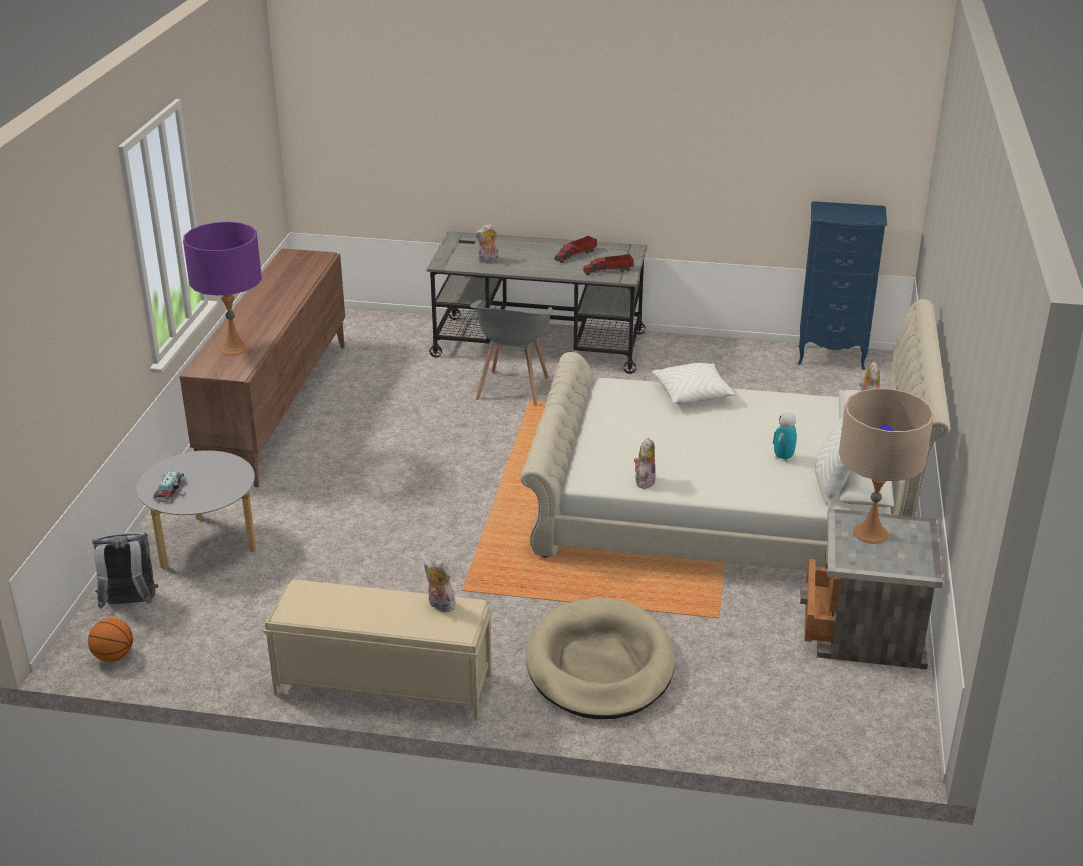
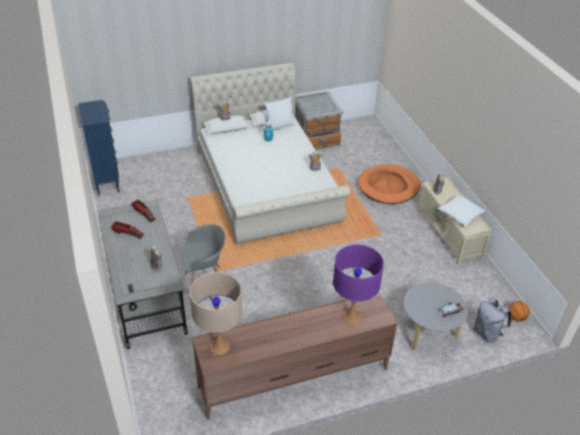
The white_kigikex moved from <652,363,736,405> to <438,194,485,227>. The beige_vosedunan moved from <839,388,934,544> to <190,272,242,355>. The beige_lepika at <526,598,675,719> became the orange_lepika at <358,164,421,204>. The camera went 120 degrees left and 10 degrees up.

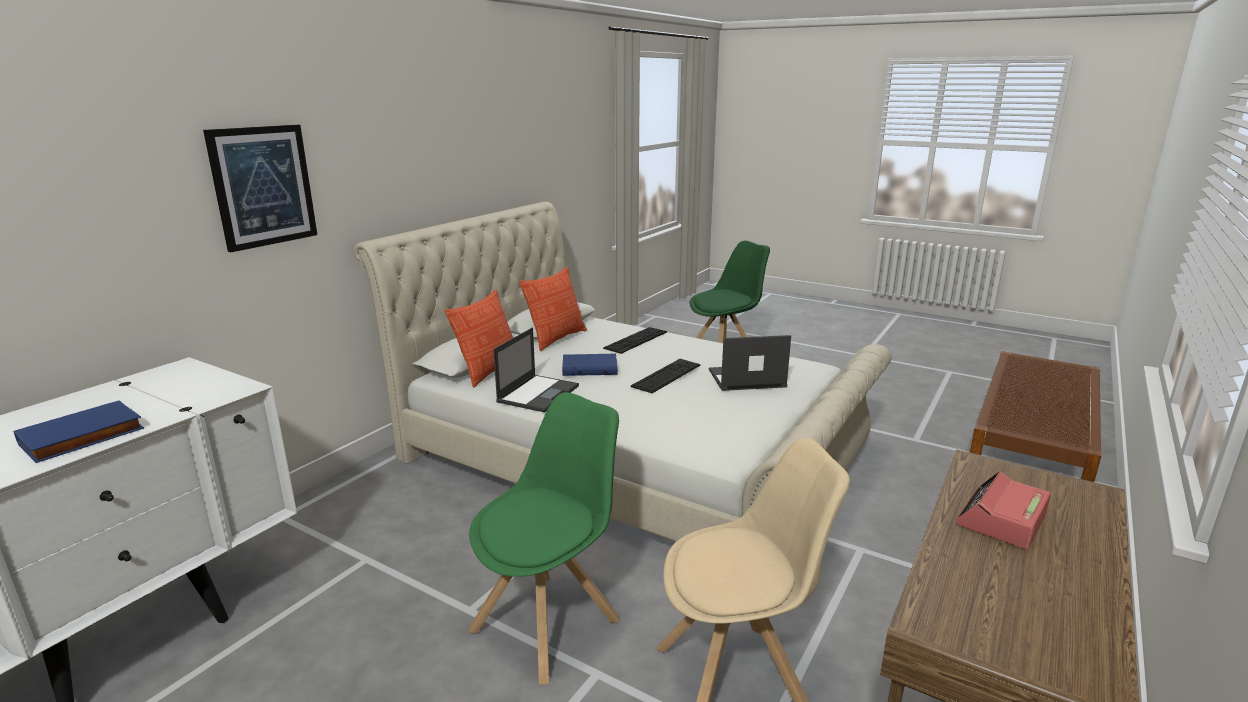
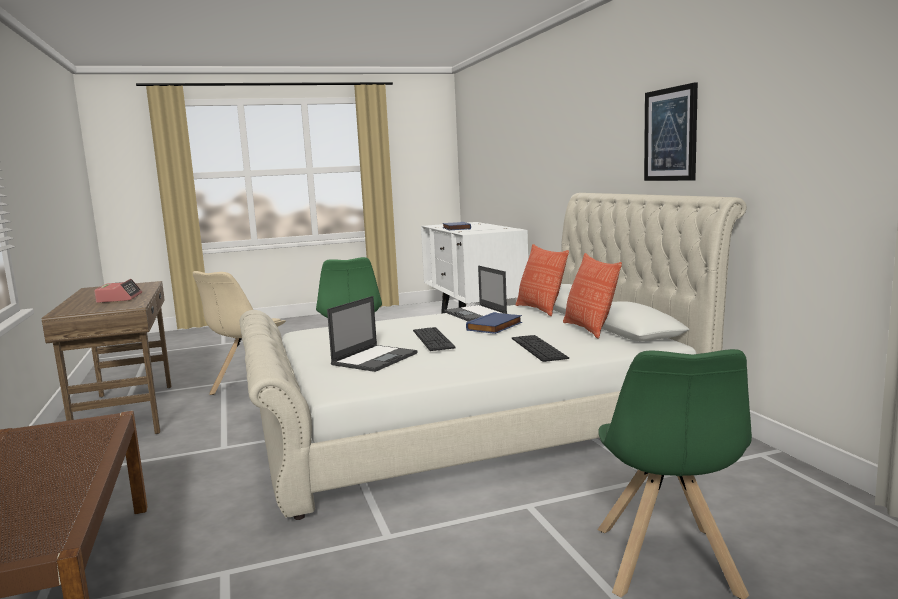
The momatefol moved from <203,125,317,252> to <644,83,698,181>. The camera went 130 degrees right and 10 degrees down.

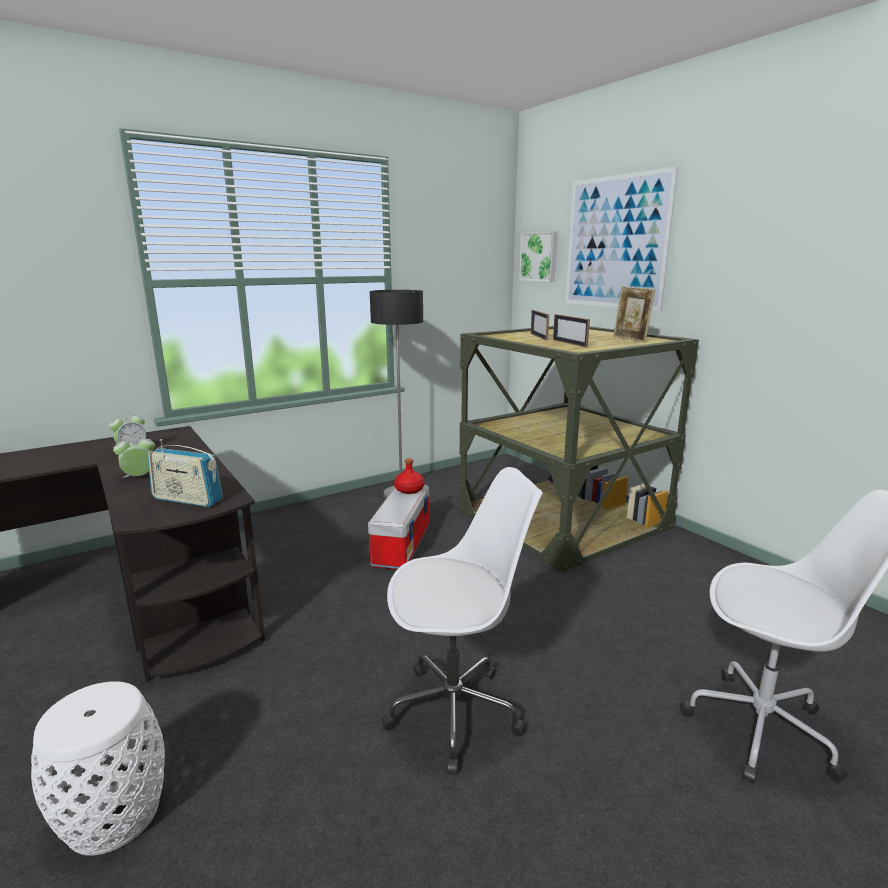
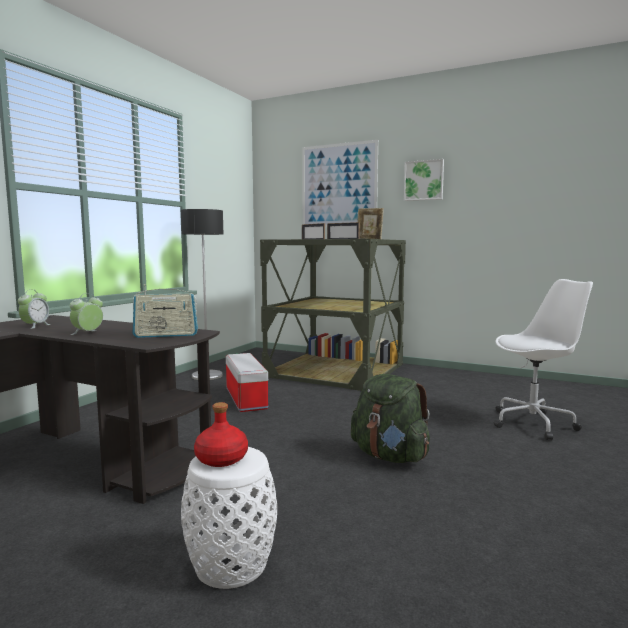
The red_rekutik moved from <394,458,424,494> to <194,402,248,467>. The momatefol moved from <519,231,558,282> to <404,159,444,201>. The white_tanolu at <381,467,543,774> was replaced by the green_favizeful at <351,374,430,463>. The camera went 30 degrees left and 10 degrees down.

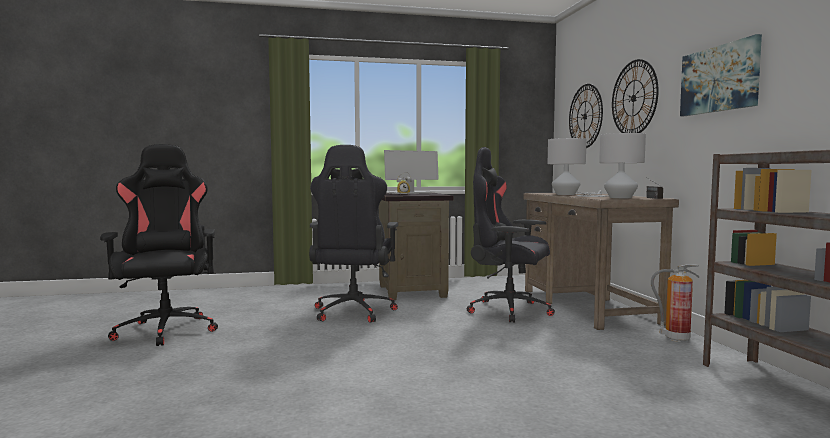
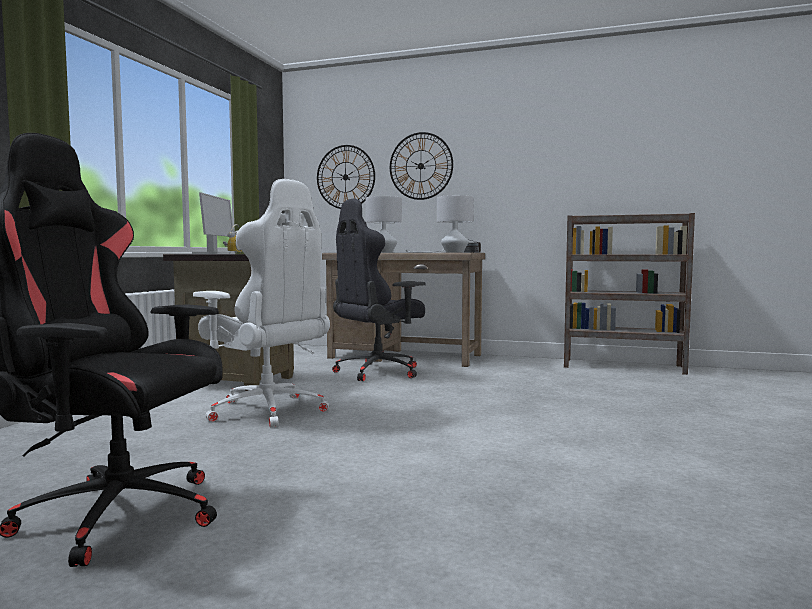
The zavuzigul at <651,264,699,342> disappeared. The momatefol at <680,34,762,116> disappeared. The black_tanolu at <309,145,398,323> became the white_tanolu at <193,179,330,428>. The camera went 60 degrees left and 0 degrees up.

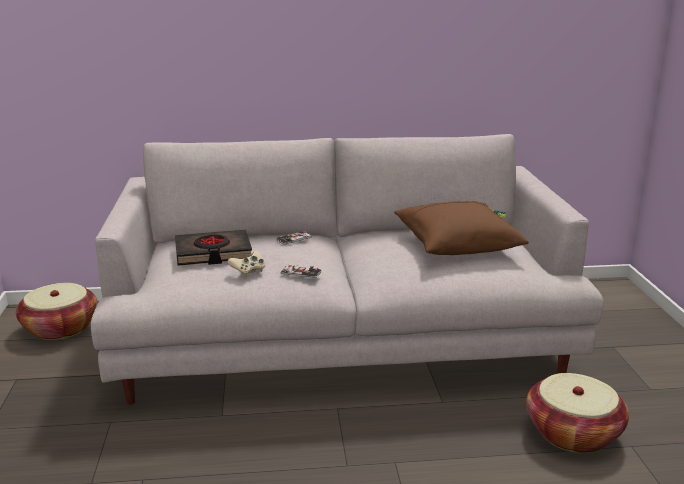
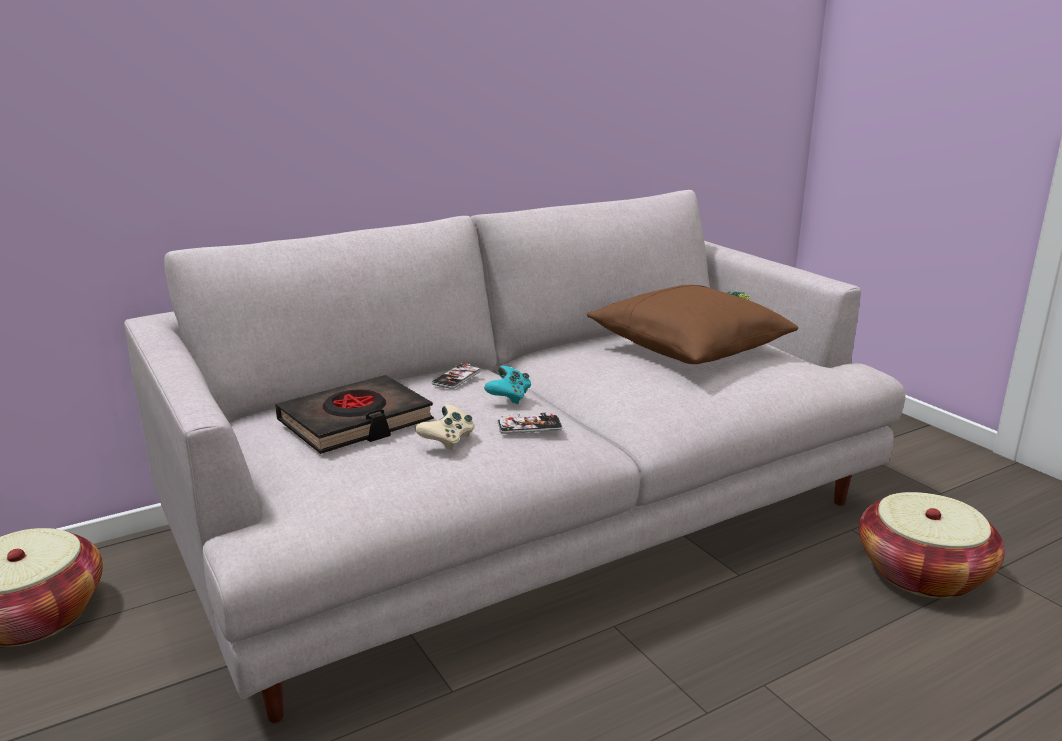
The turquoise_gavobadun at <484,366,531,404> appeared. The camera went 25 degrees left and 0 degrees up.

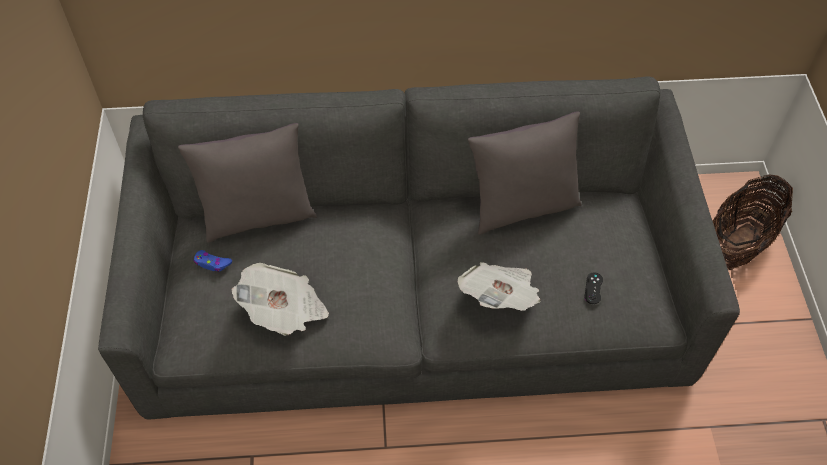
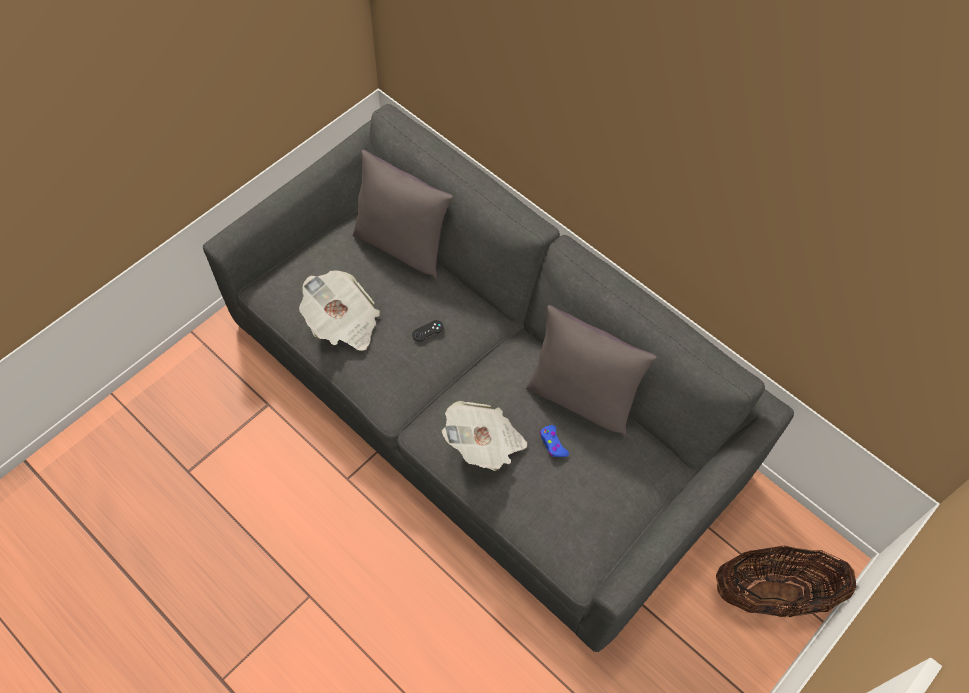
The blue_gavobadun moved from <194,250,232,272> to <540,425,569,457>. The black_gavobadun moved from <585,272,603,304> to <412,320,443,342>. The camera went 45 degrees right and 5 degrees up.

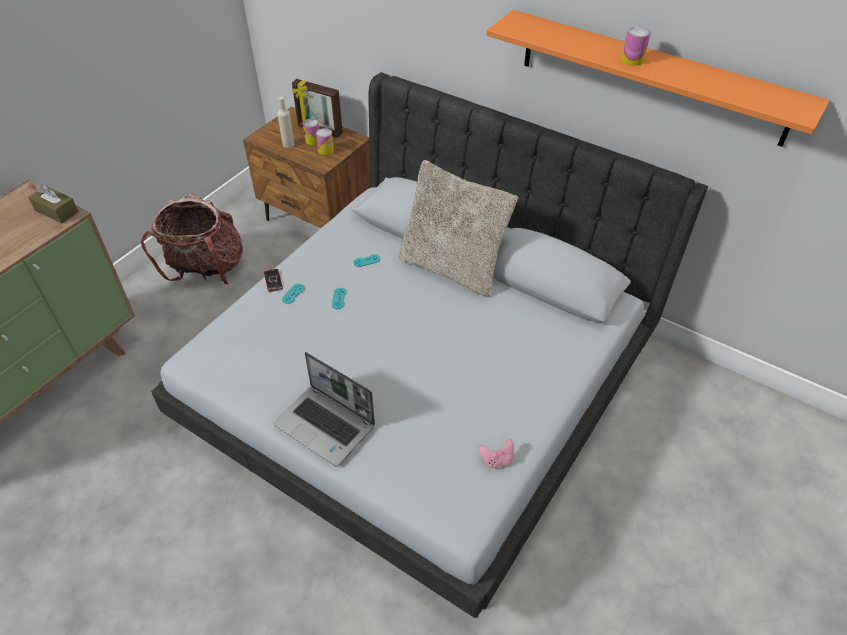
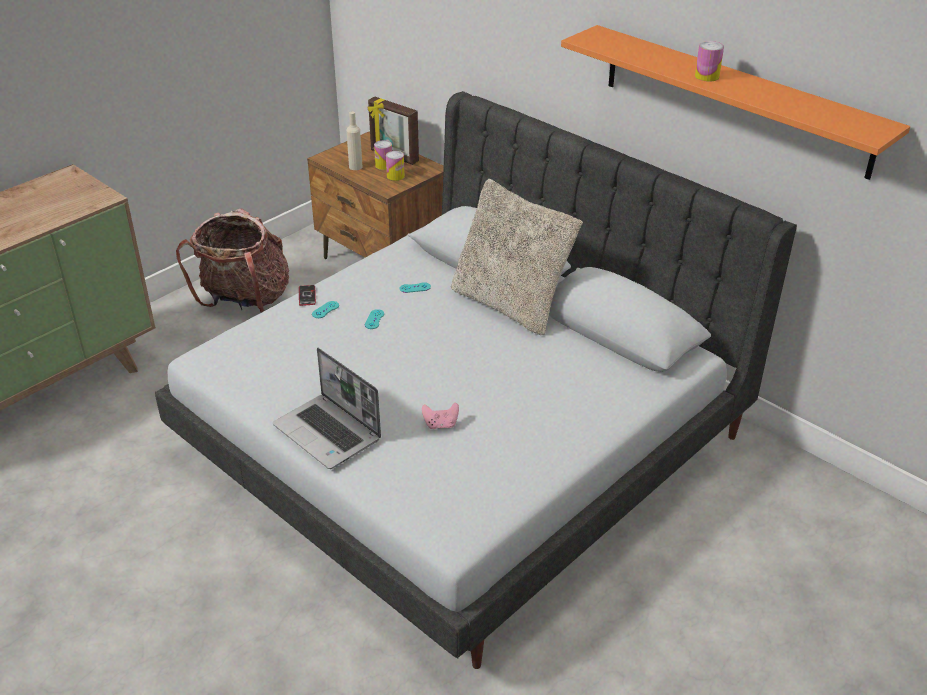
The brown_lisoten at <28,184,79,223> disappeared. The pink_gavobadun moved from <479,438,514,468> to <422,403,459,429>. The camera went 10 degrees right and 10 degrees down.

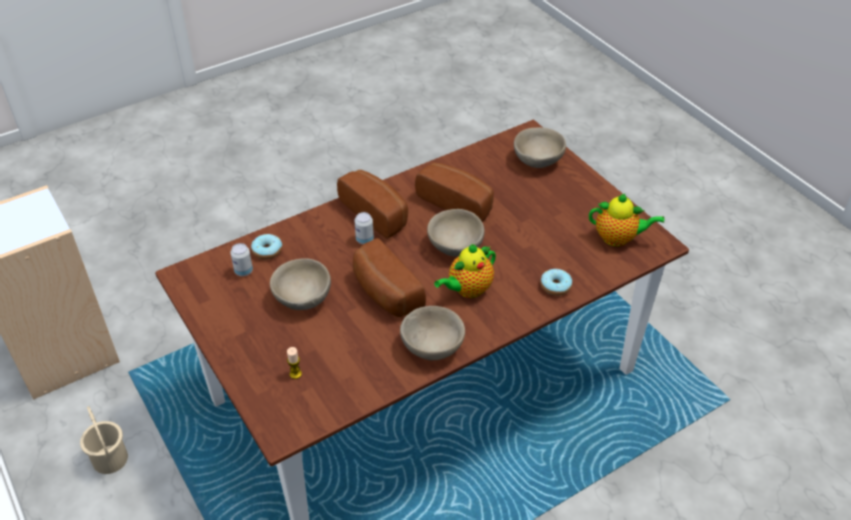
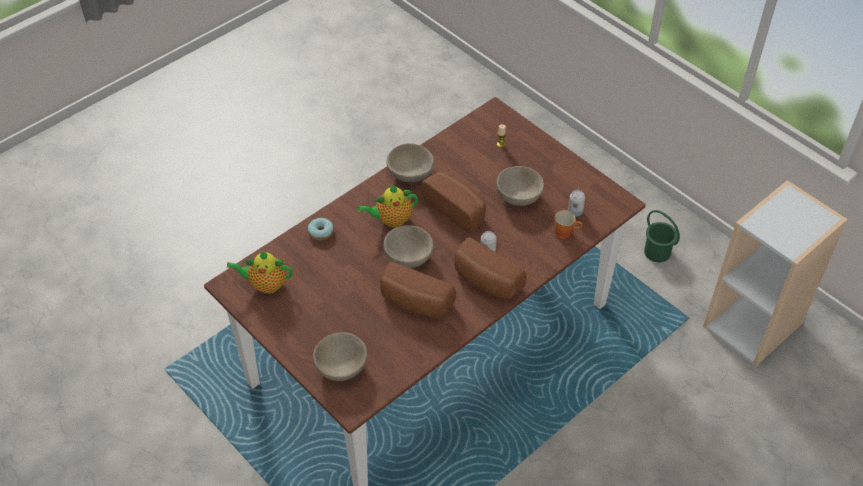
The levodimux at <251,234,282,260> was replaced by the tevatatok at <555,210,582,239>. The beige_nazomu at <80,406,128,474> became the green_nazomu at <644,210,680,262>. The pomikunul at <434,244,496,298> turned 150 degrees counterclockwise. The camera went 170 degrees right and 5 degrees up.

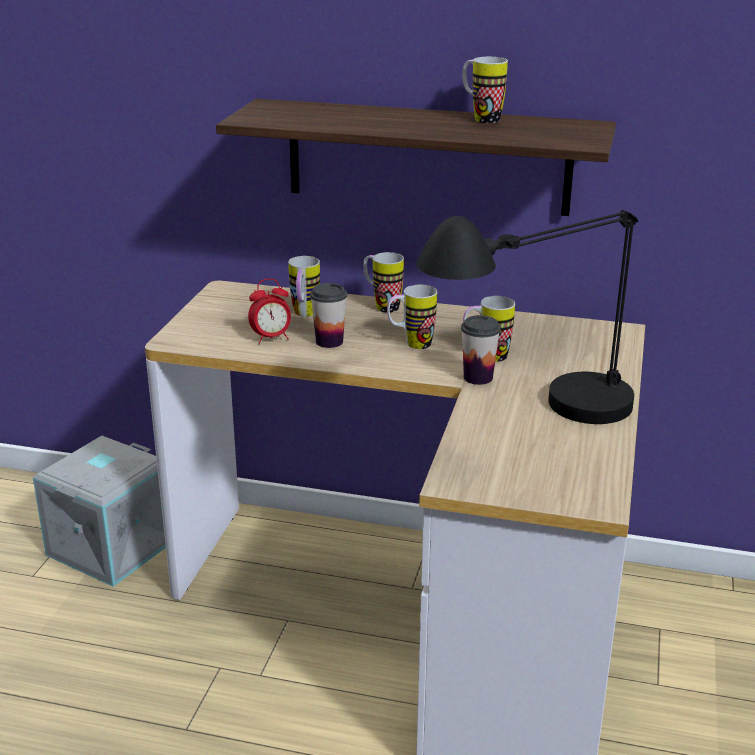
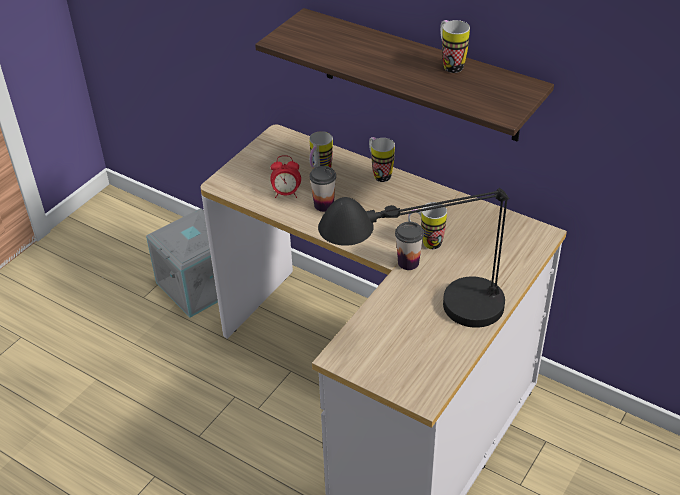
The tevatatok at <387,285,437,349> disappeared. The camera went 20 degrees right and 15 degrees up.

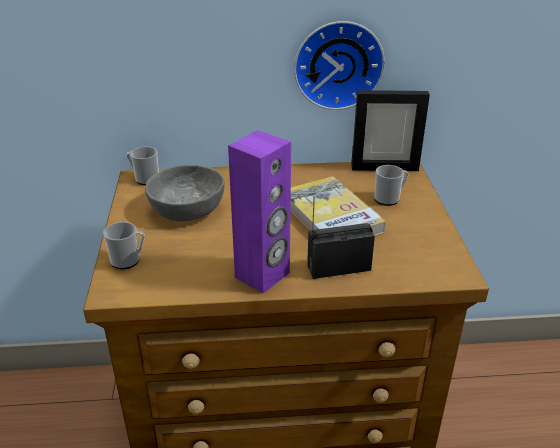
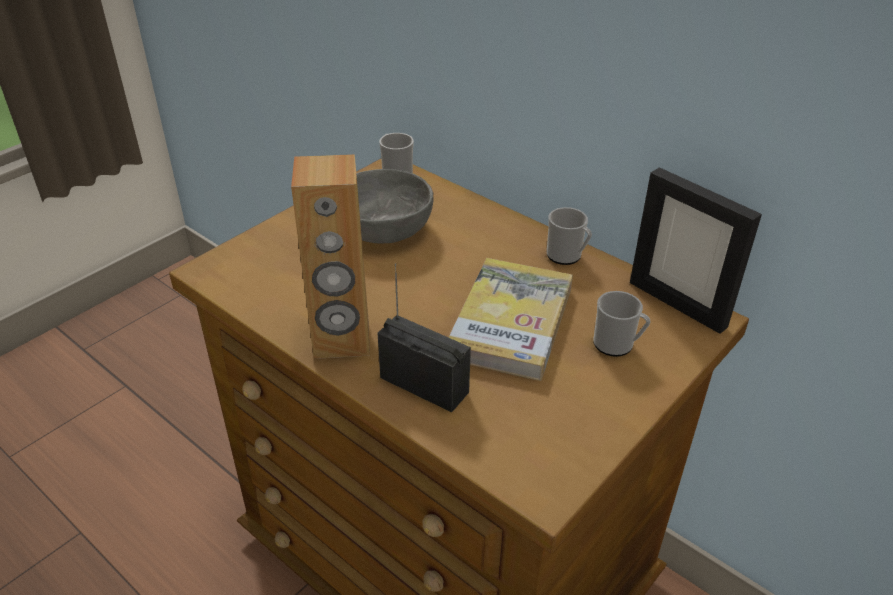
The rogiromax at <294,21,385,110> disappeared. The tevatatok moved from <103,222,145,269> to <547,207,592,265>. The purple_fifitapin at <228,130,291,293> became the brown_fifitapin at <291,154,370,359>. The camera went 45 degrees right and 5 degrees up.

